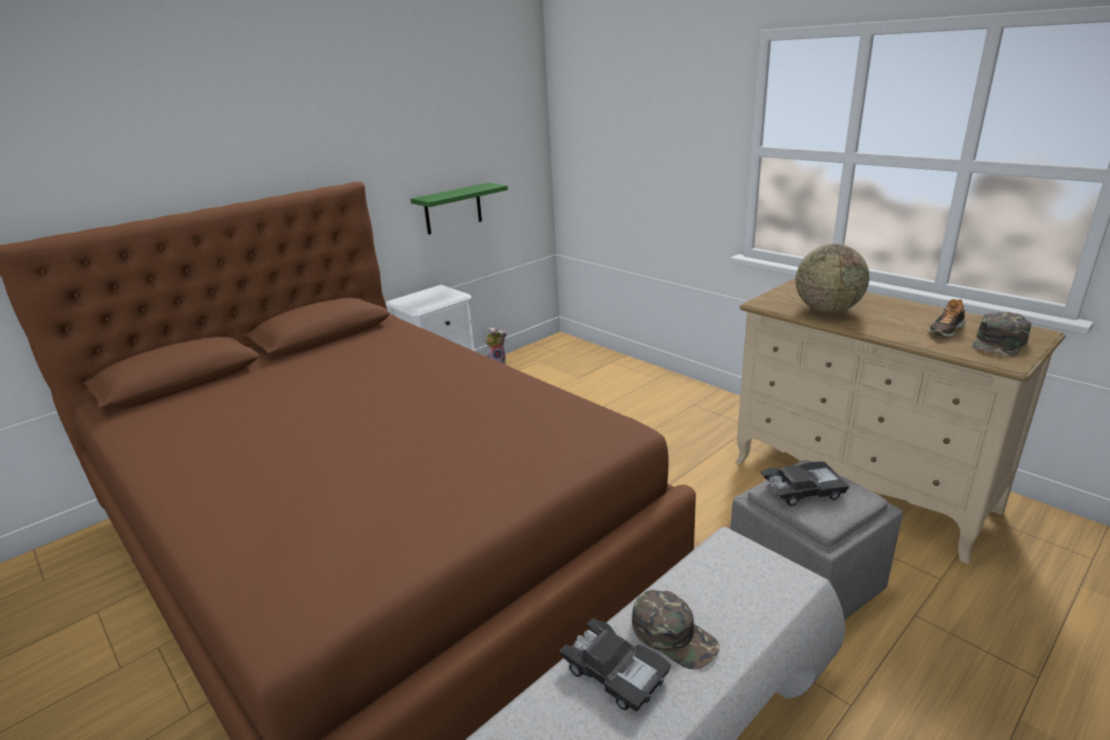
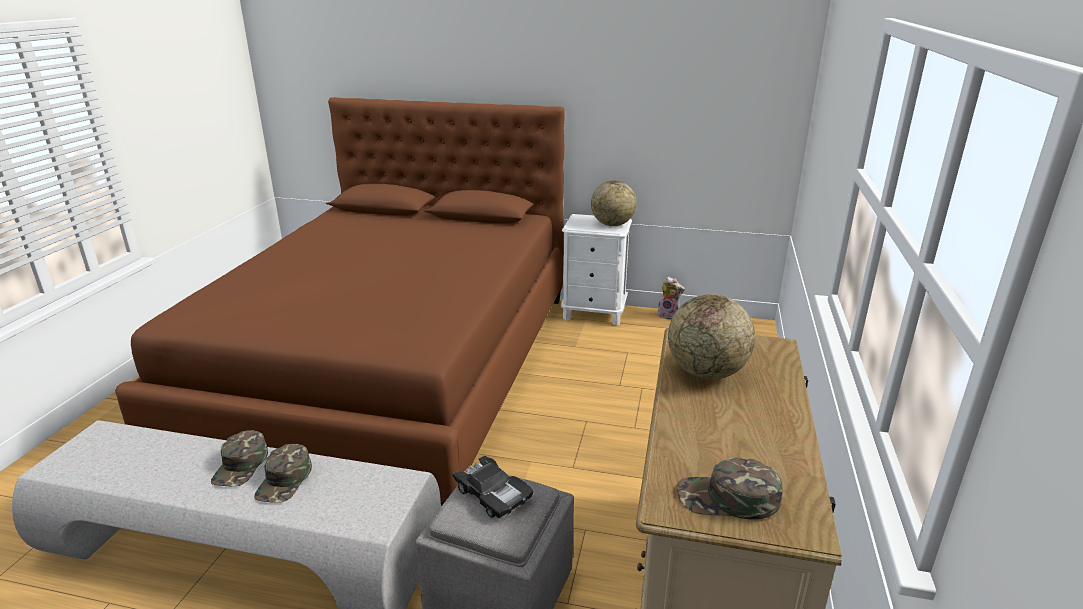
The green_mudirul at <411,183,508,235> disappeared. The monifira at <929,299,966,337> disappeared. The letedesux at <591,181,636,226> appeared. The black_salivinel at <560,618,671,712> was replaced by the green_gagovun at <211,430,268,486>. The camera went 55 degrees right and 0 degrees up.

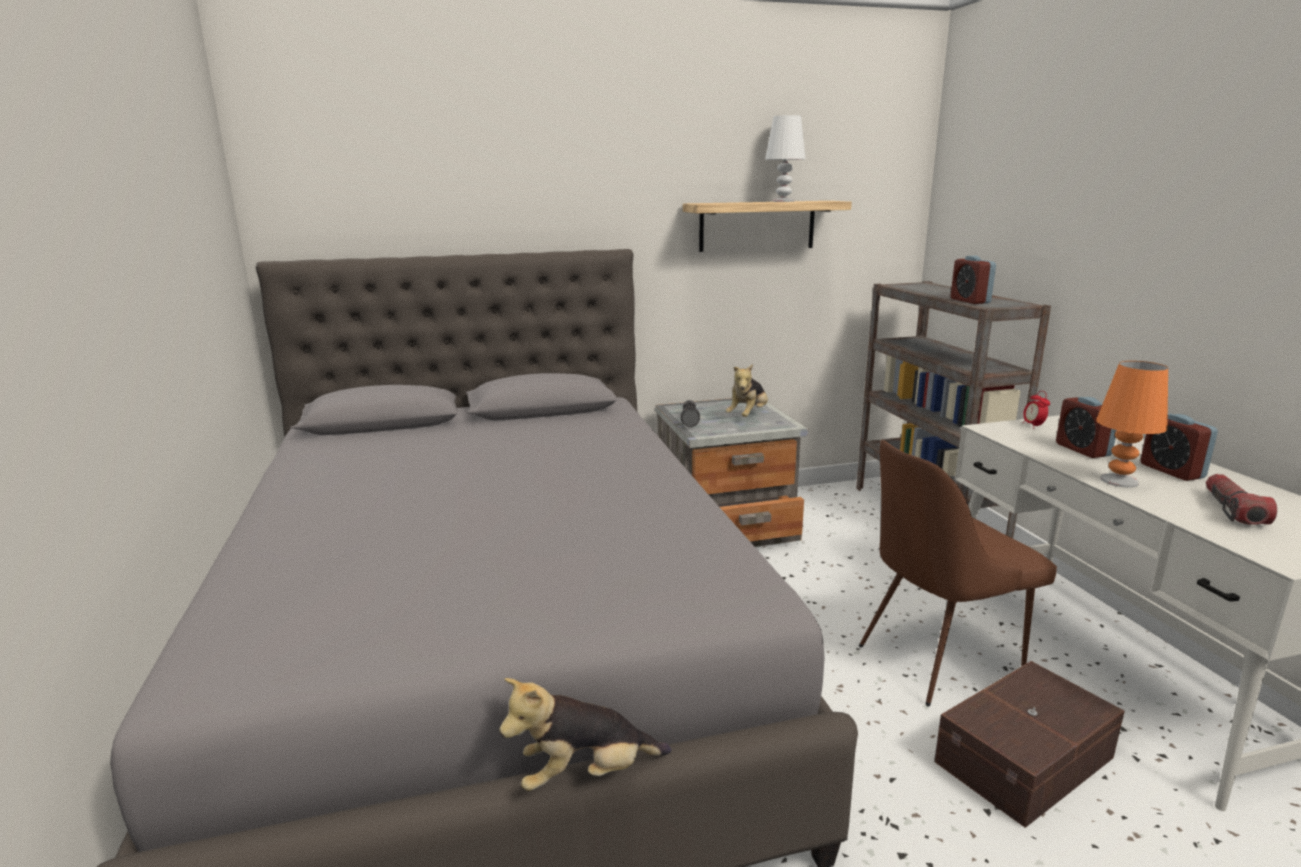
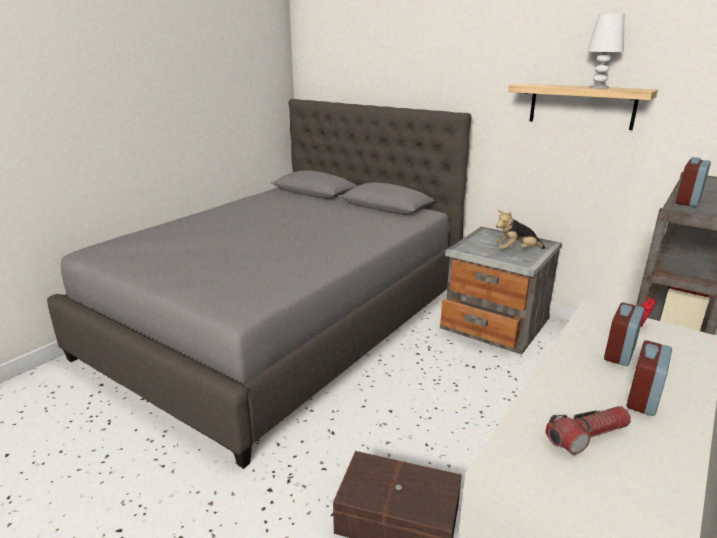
The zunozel at <499,678,671,791> disappeared. The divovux at <681,400,700,427> disappeared. The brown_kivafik at <859,440,1057,706> disappeared. The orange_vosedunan at <1096,361,1168,488> disappeared. The camera went 50 degrees right and 5 degrees up.

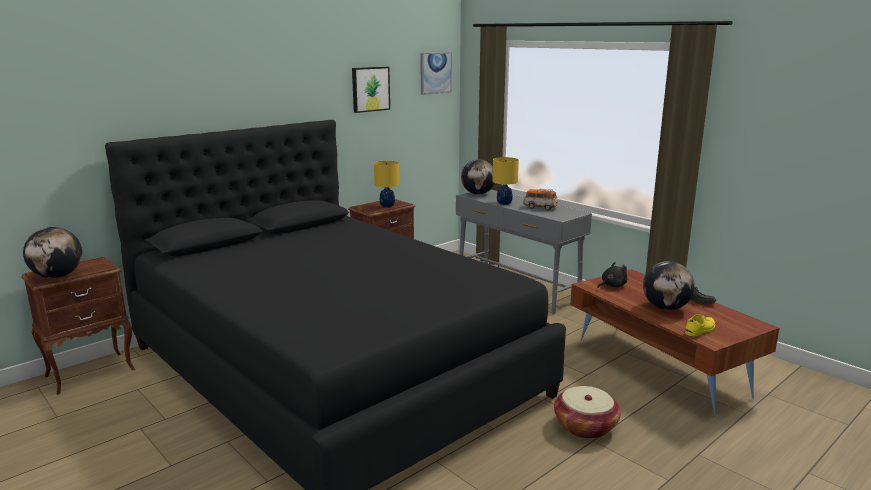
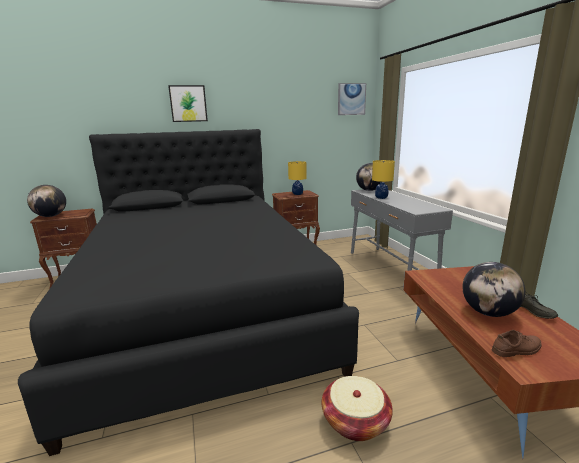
The salivinel at <523,189,558,211> disappeared. The black_zunozel at <597,262,627,288> disappeared. The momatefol moved from <352,67,390,113> to <168,85,208,122>. The yellow_monifira at <685,314,715,337> became the brown_monifira at <492,330,542,357>. The camera went 25 degrees right and 0 degrees up.

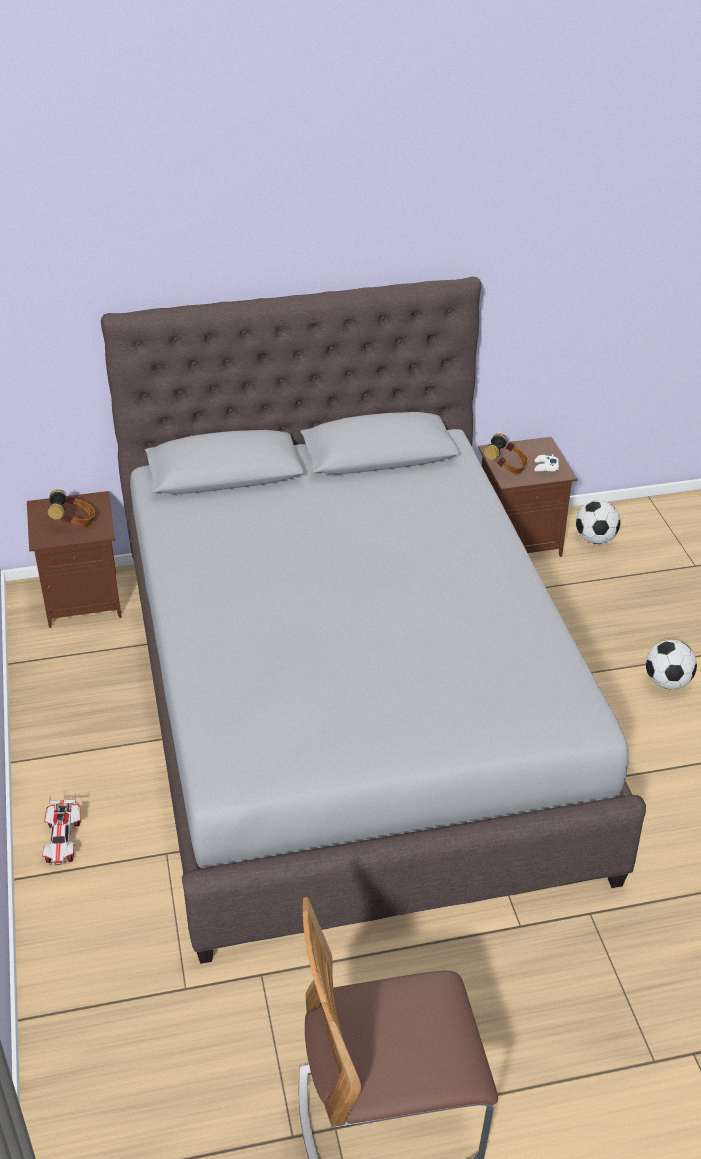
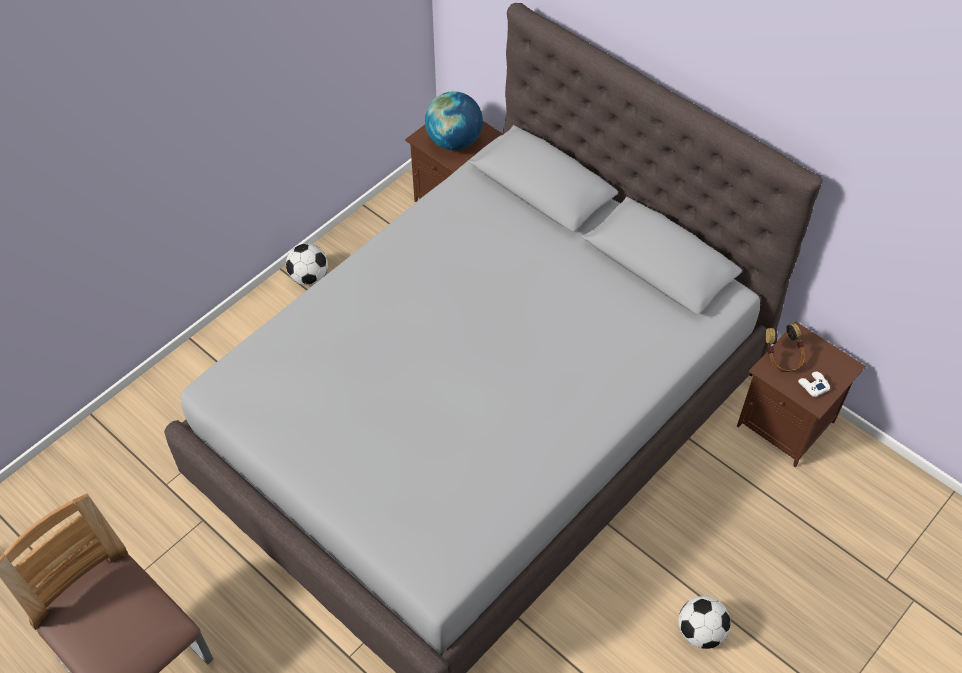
The salivinel at <42,793,81,865> disappeared. The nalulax moved from <576,500,620,544> to <286,243,328,285>. The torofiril at <48,489,95,526> was replaced by the letedesux at <425,91,483,150>. The camera went 55 degrees right and 15 degrees up.

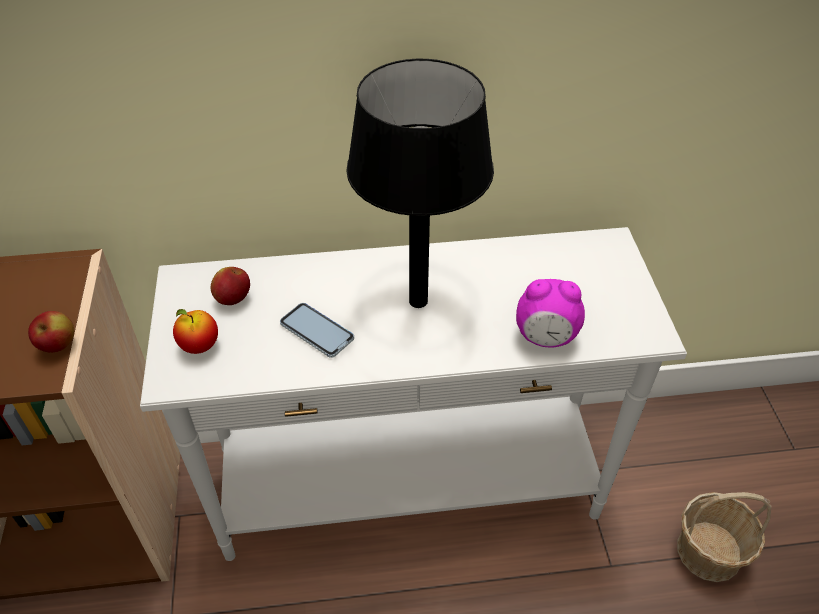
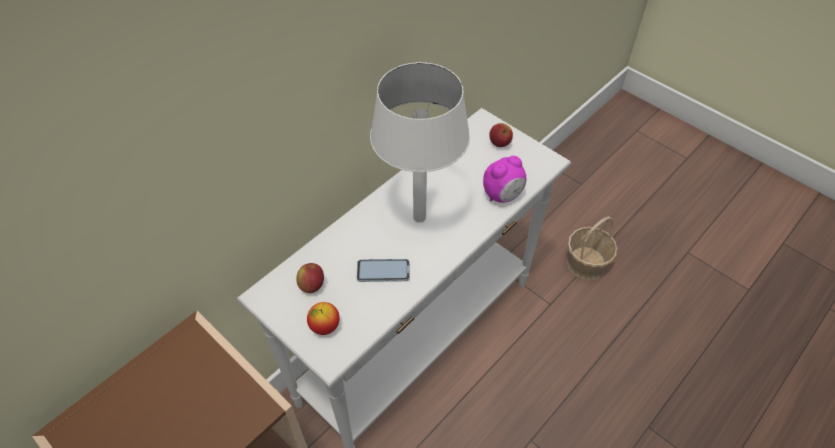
The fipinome moved from <28,311,74,353> to <489,123,513,147>. The black_vosedunan at <346,59,494,308> became the white_vosedunan at <370,62,470,223>. The camera went 40 degrees left and 5 degrees up.

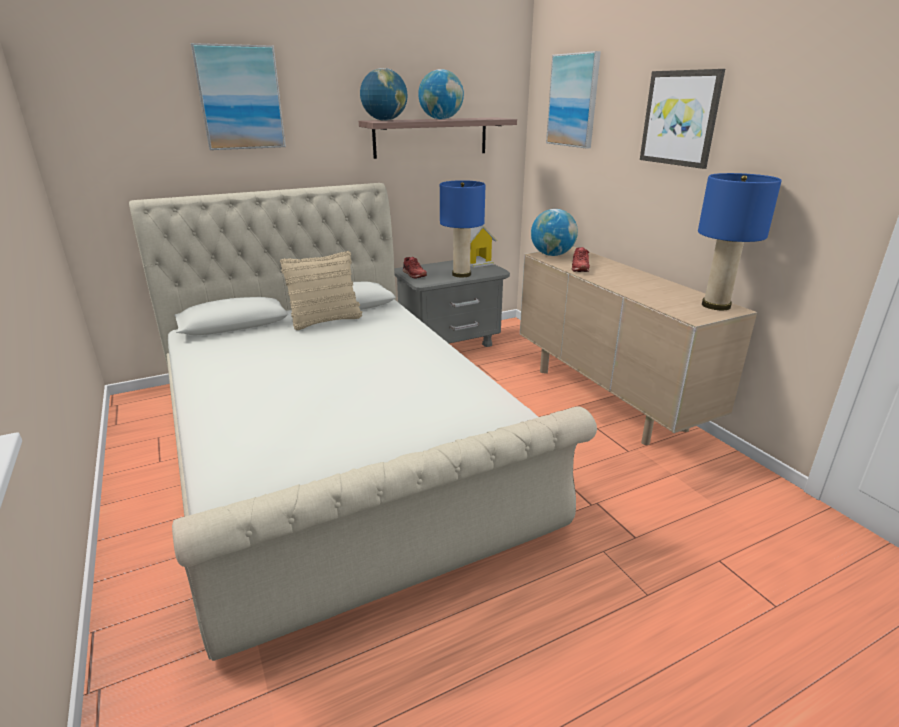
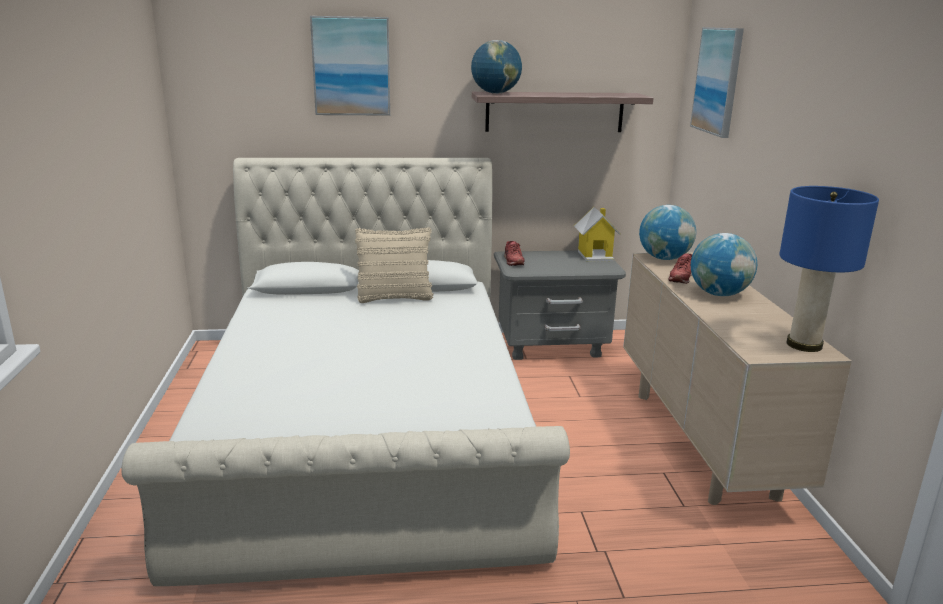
The blue_vosedunan at <440,180,485,277> disappeared. The momatefol at <640,69,725,169> disappeared. The letedesux moved from <418,69,464,119> to <691,233,757,296>. The camera went 20 degrees right and 5 degrees down.

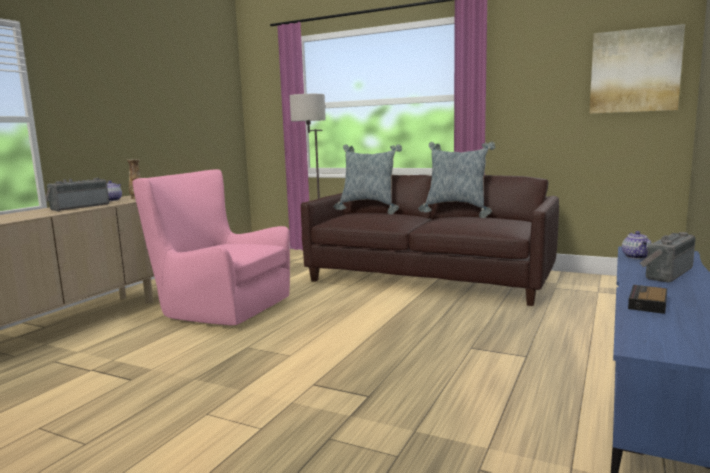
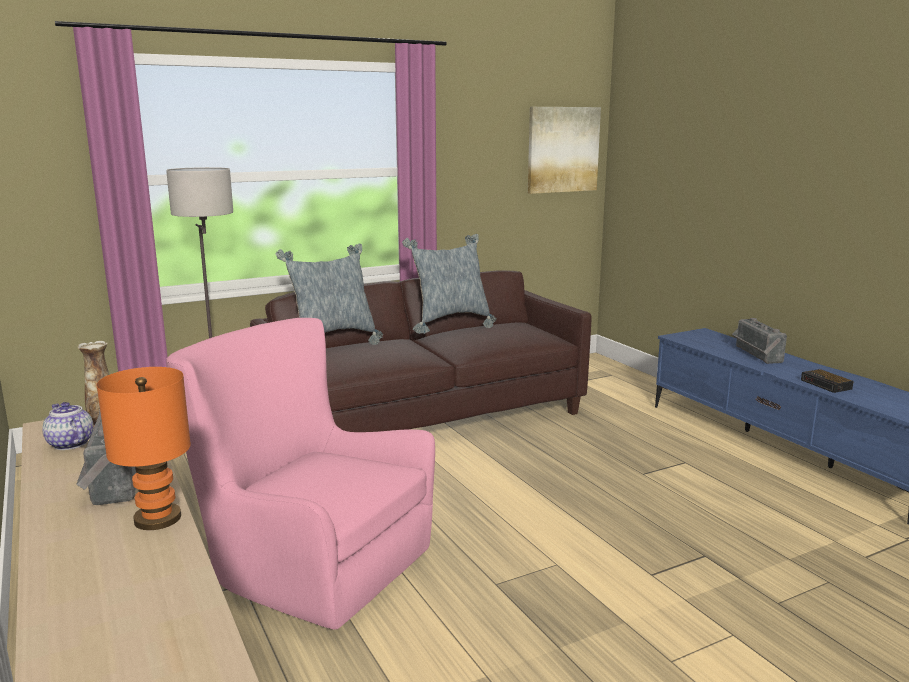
The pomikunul at <622,231,651,259> disappeared. The orange_vosedunan at <96,367,191,530> appeared. The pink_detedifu at <132,169,290,325> turned 60 degrees clockwise. The camera went 55 degrees left and 5 degrees up.

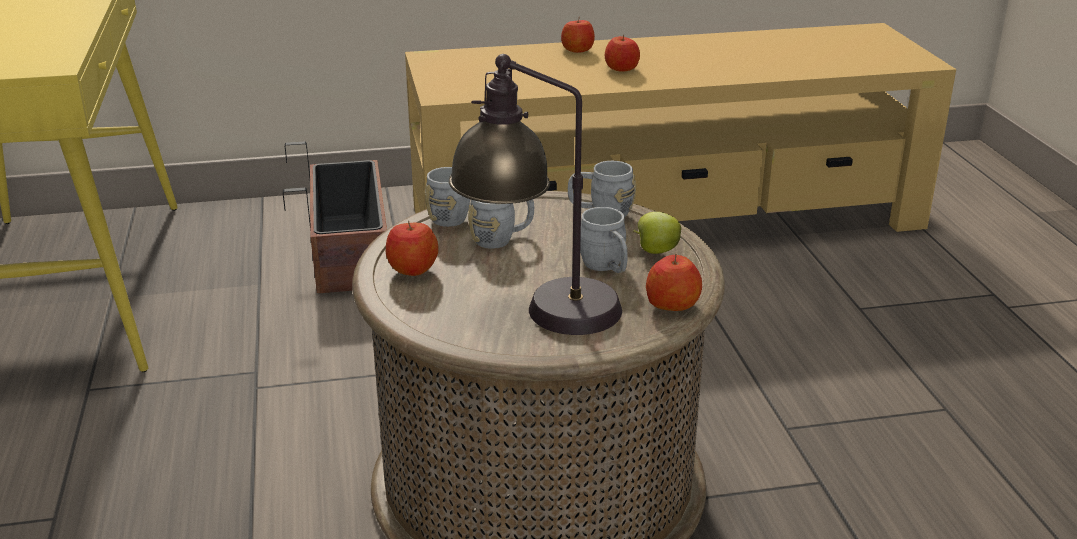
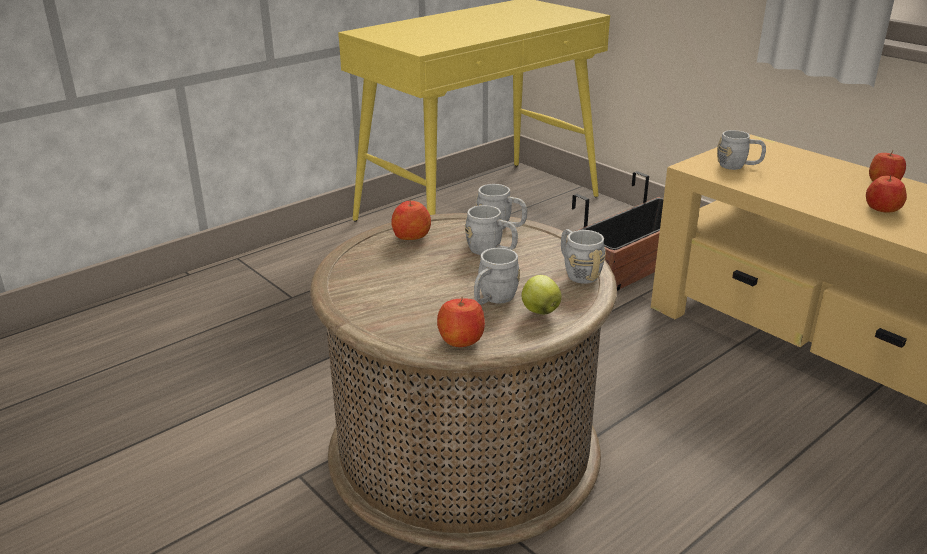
The vosedunan at <449,54,622,335> disappeared. The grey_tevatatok at <717,130,766,170> appeared. The camera went 60 degrees right and 0 degrees up.

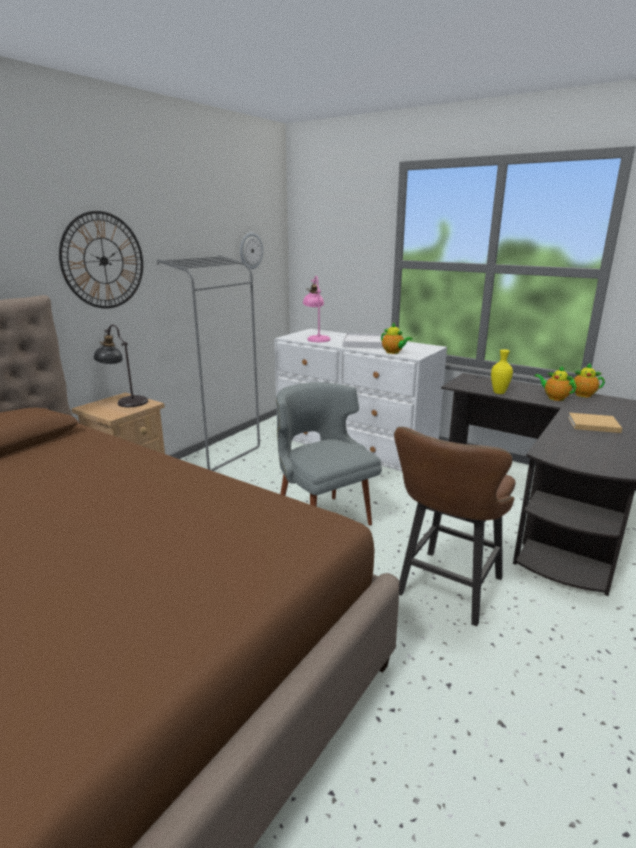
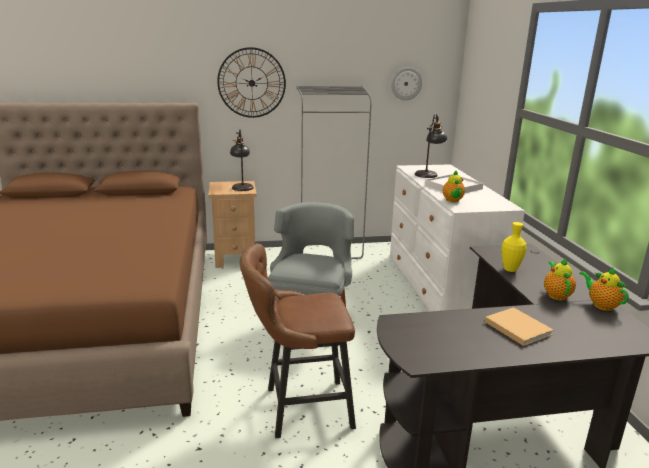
The pink_vosedunan at <303,276,330,342> became the grey_vosedunan at <415,114,448,178>. The camera went 45 degrees right and 0 degrees up.

